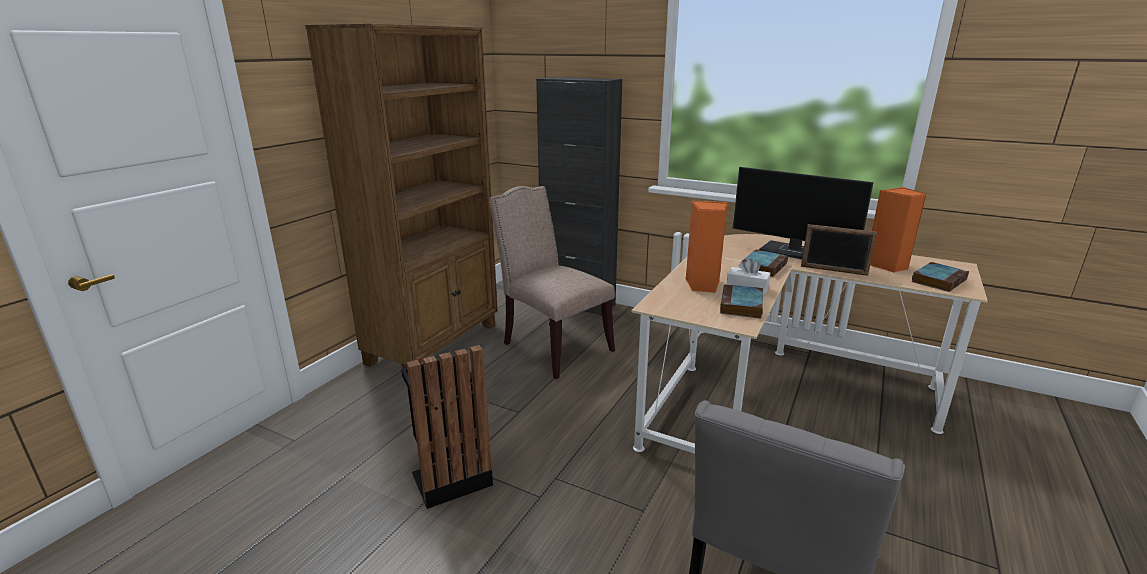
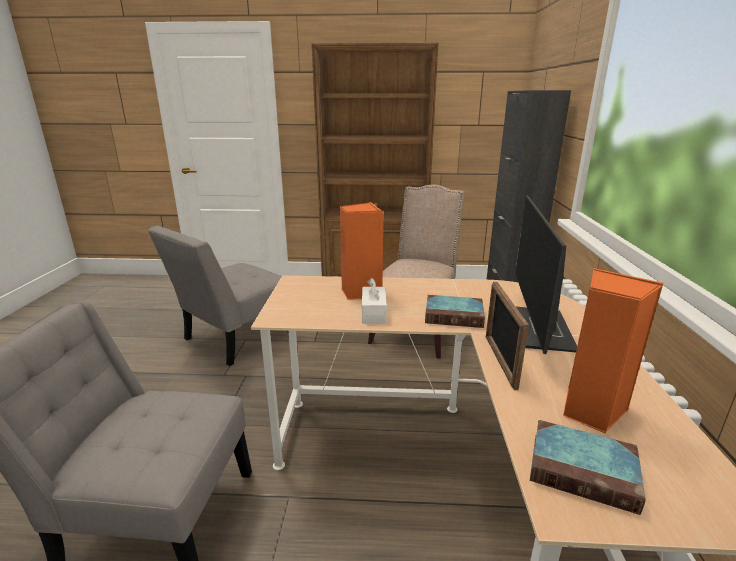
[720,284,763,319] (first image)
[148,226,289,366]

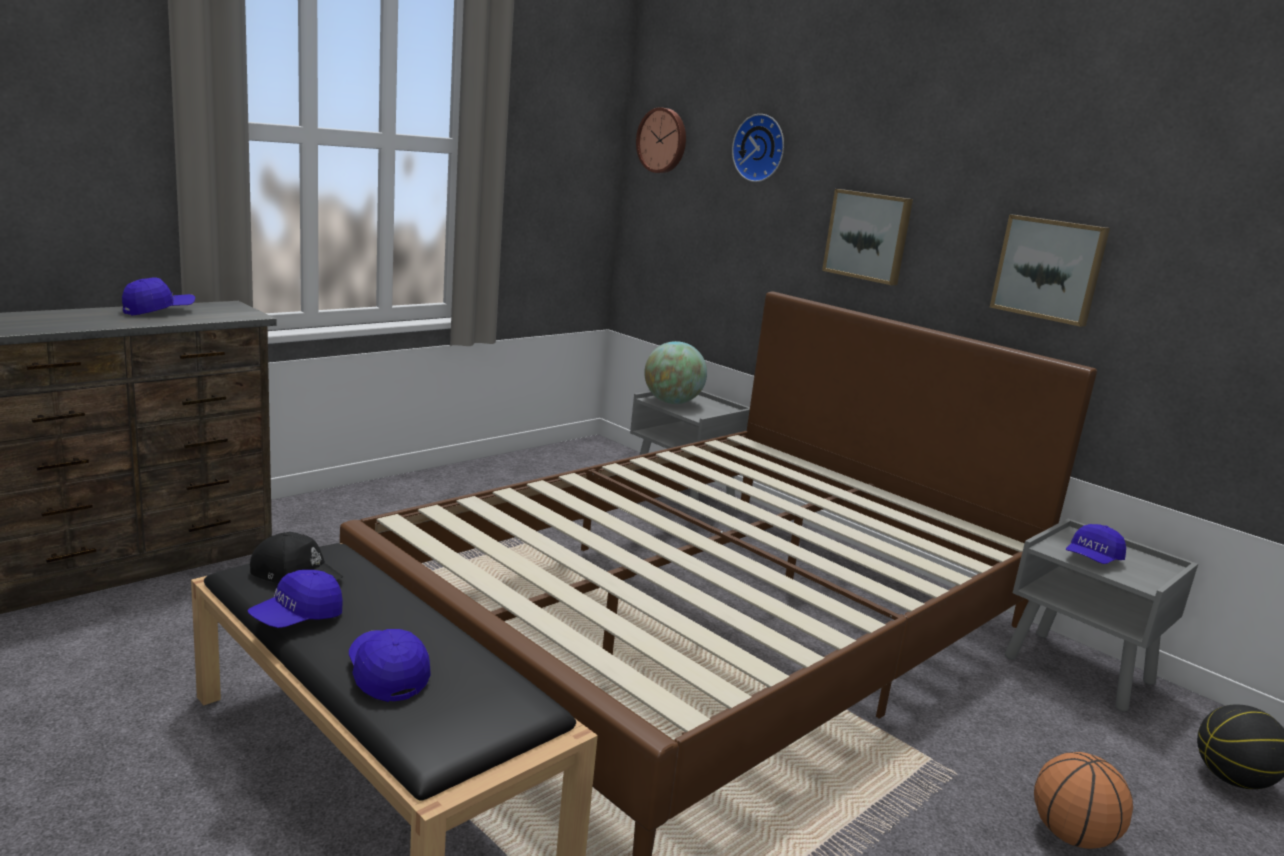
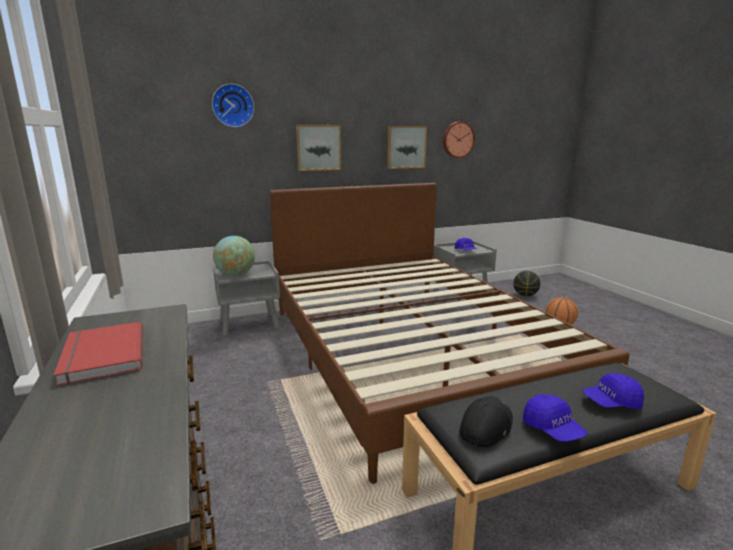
[443,121,475,158]
[53,322,143,386]

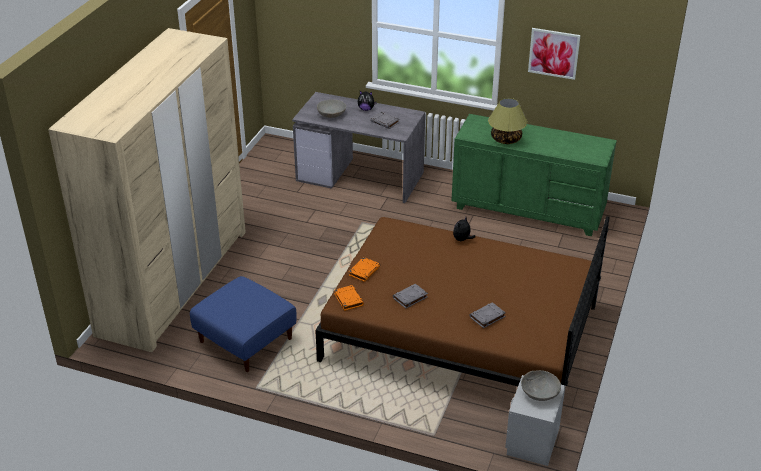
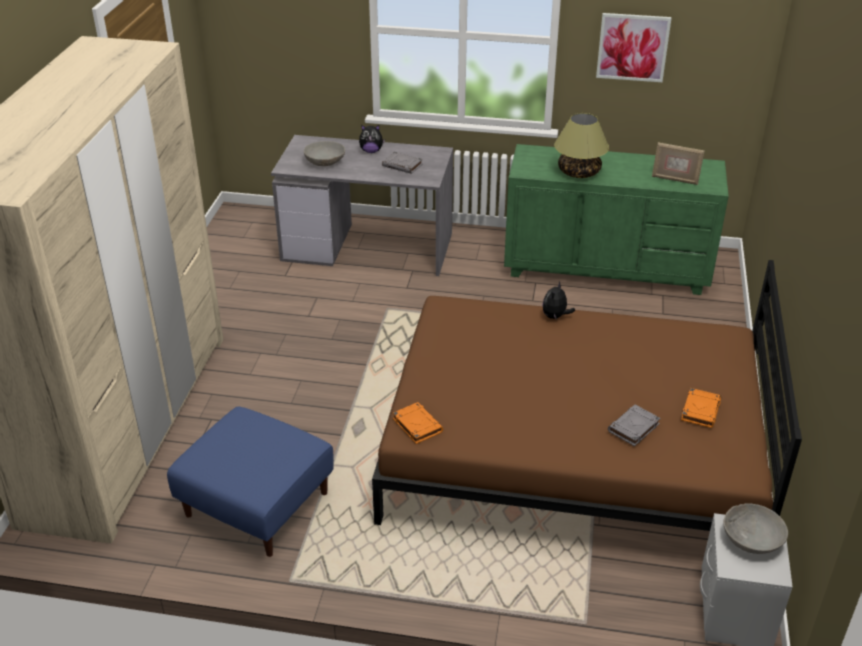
[393,284,428,309] (first image)
[652,142,705,185]
[681,388,721,428]

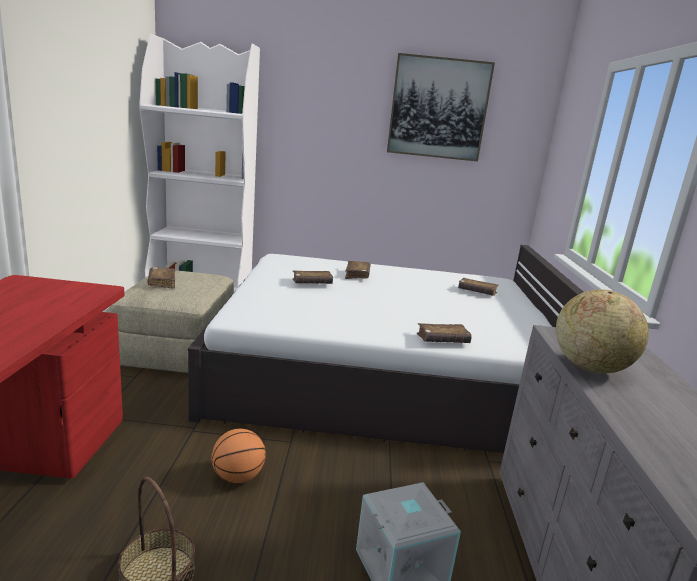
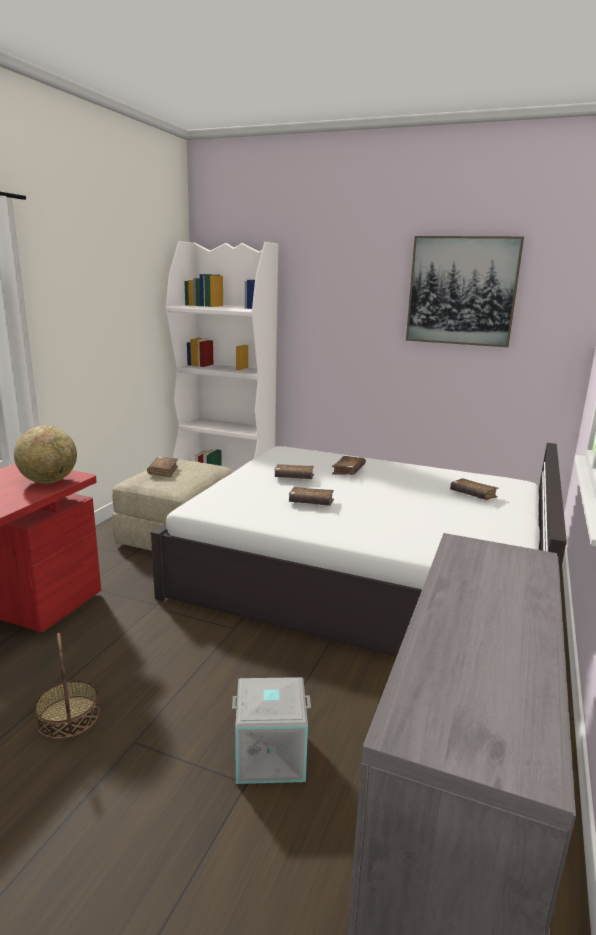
[211,429,266,483] (first image)
[289,487,334,506]
[14,426,77,484]

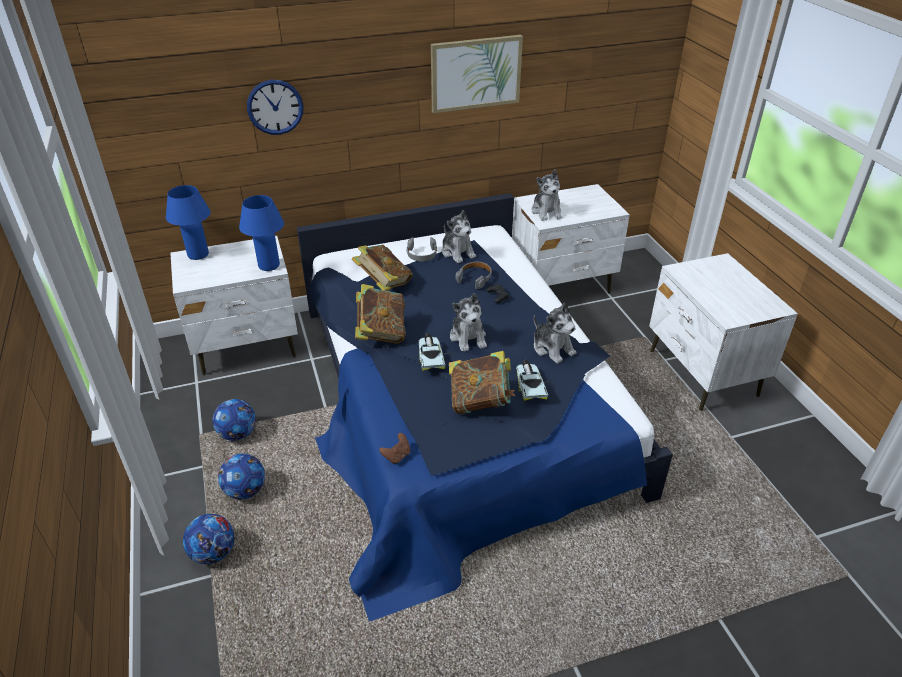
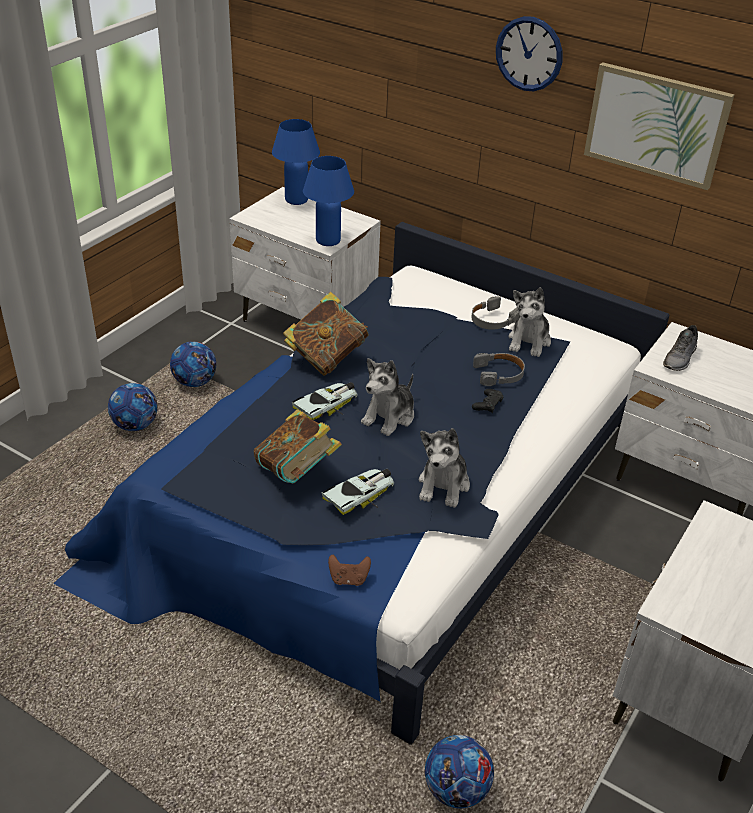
[352,245,413,291] (first image)
[425,735,494,808]
[496,16,563,92]
[328,555,371,586]
[663,325,698,371]

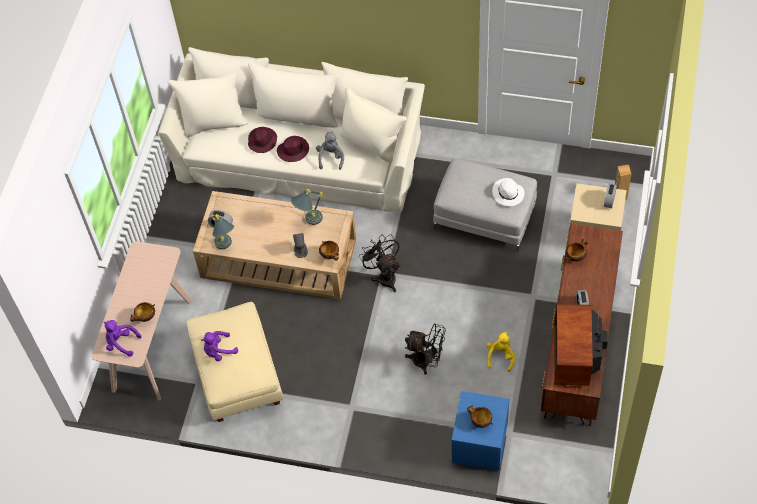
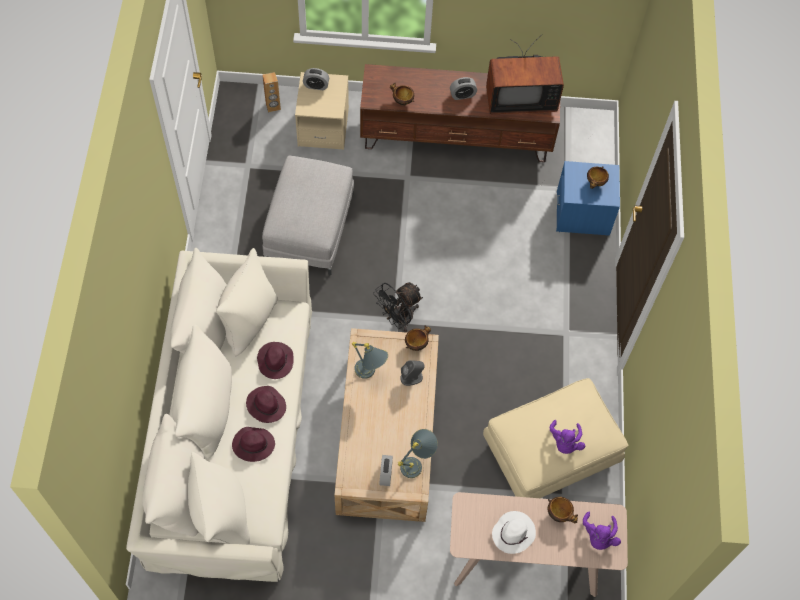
[405,323,446,375] (first image)
[487,332,515,372] (first image)
[492,511,536,554]
[257,342,294,379]
[550,420,585,454]

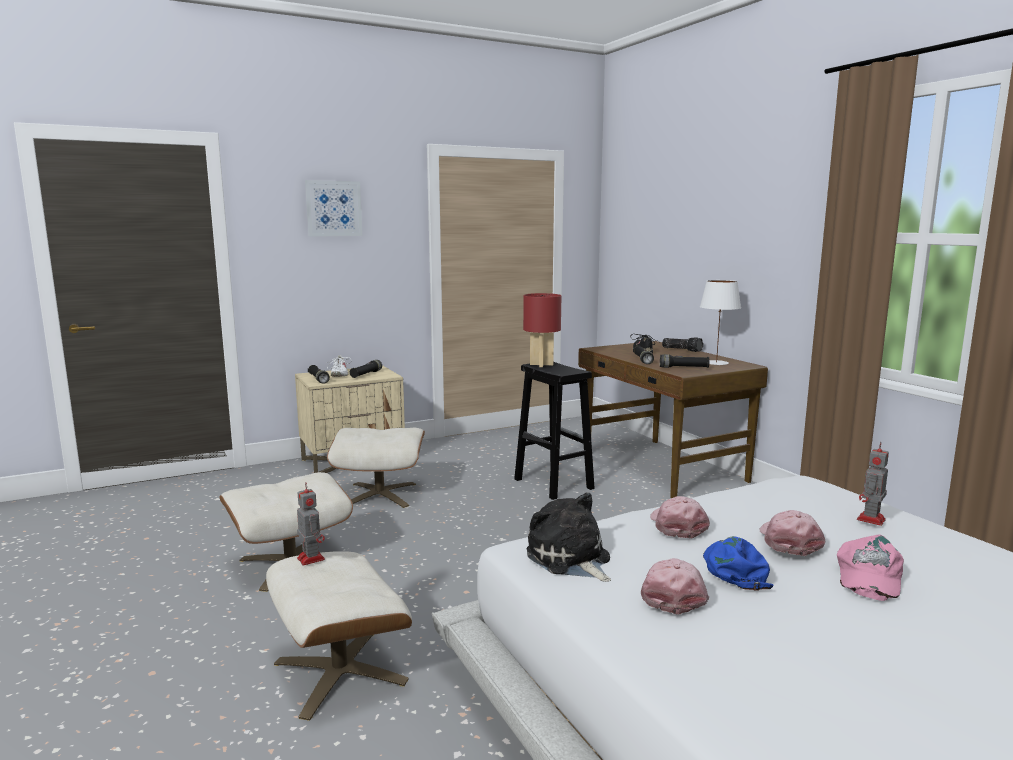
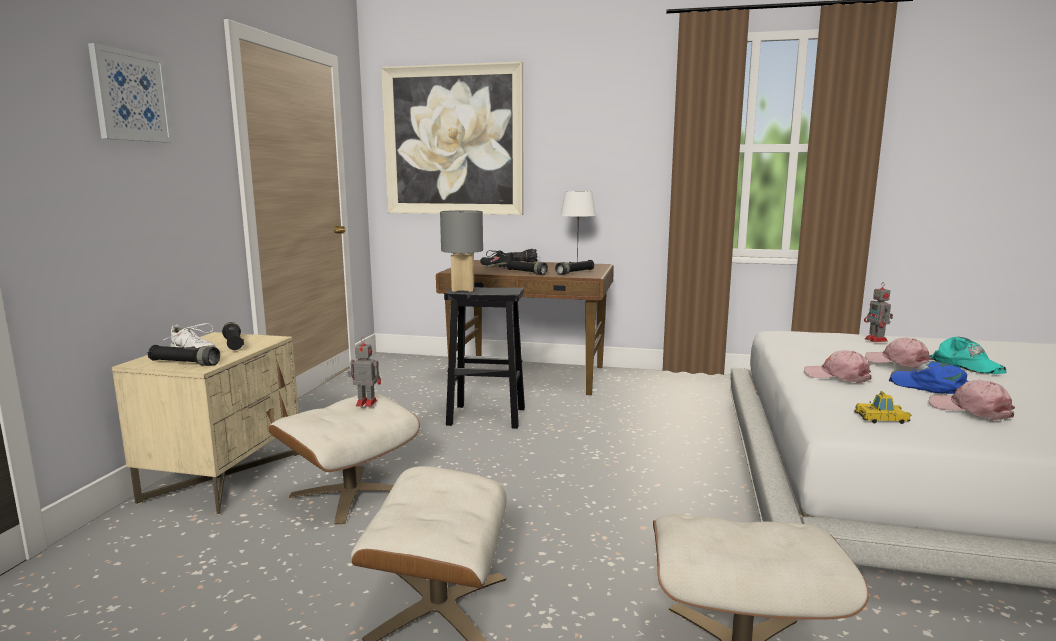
[381,61,523,215]
[348,337,381,407]
[854,391,911,424]
[440,210,483,292]
[929,337,1006,374]

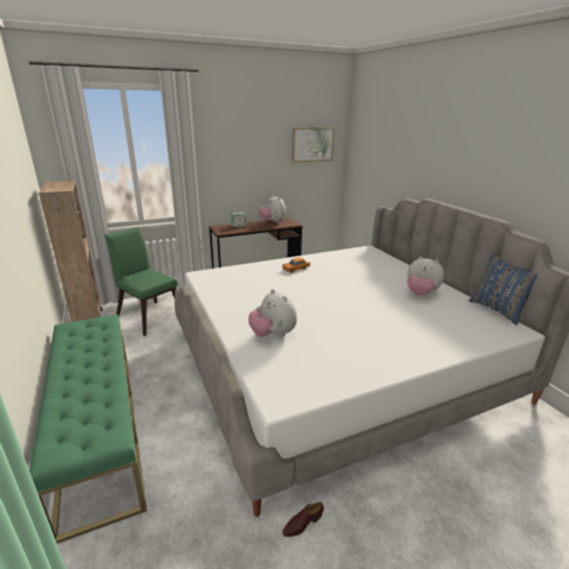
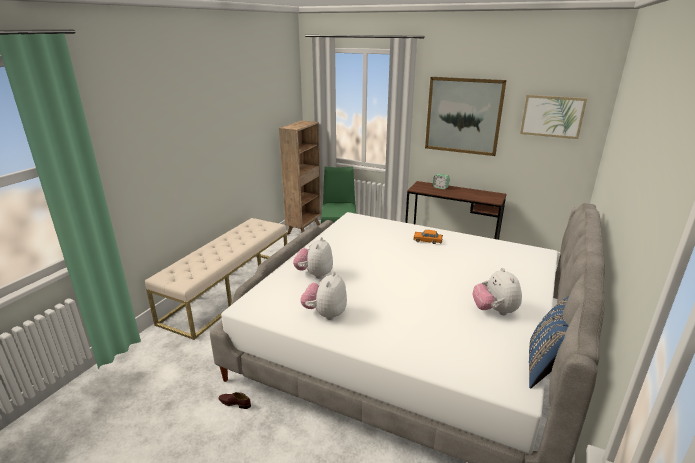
[425,77,507,156]
[300,272,347,320]
[145,218,287,340]

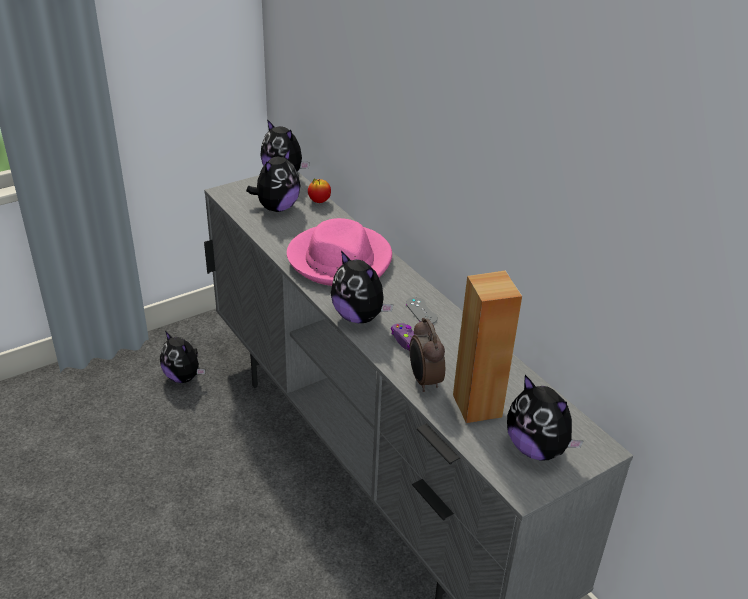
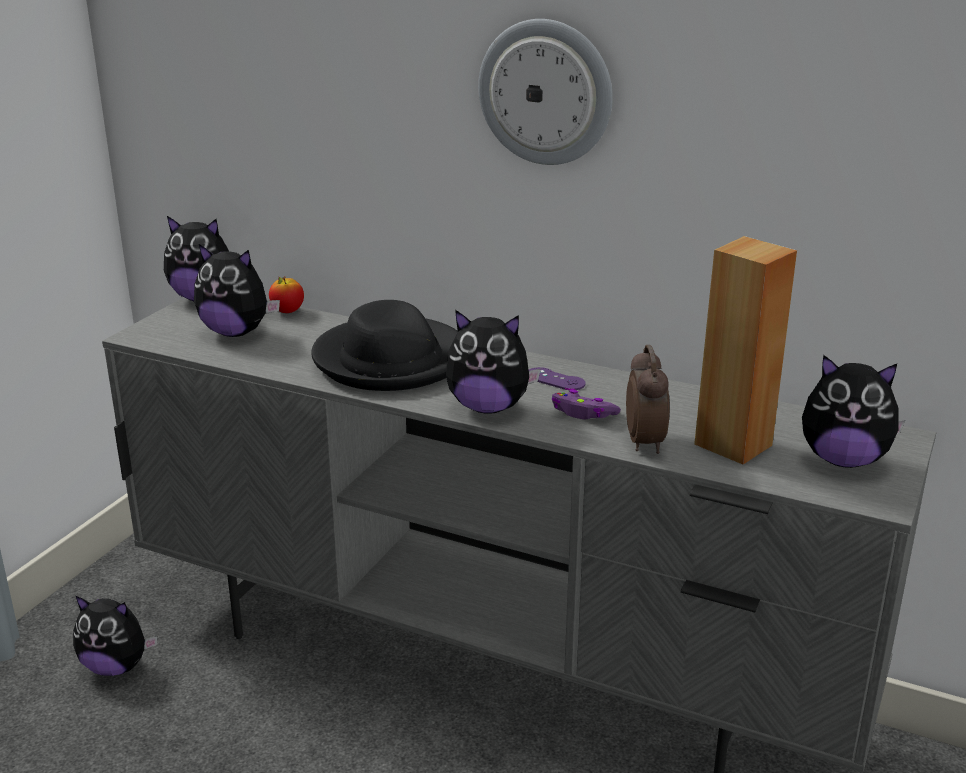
[478,19,613,165]
[311,300,458,391]
[529,367,586,390]
[194,244,280,337]
[626,345,670,454]

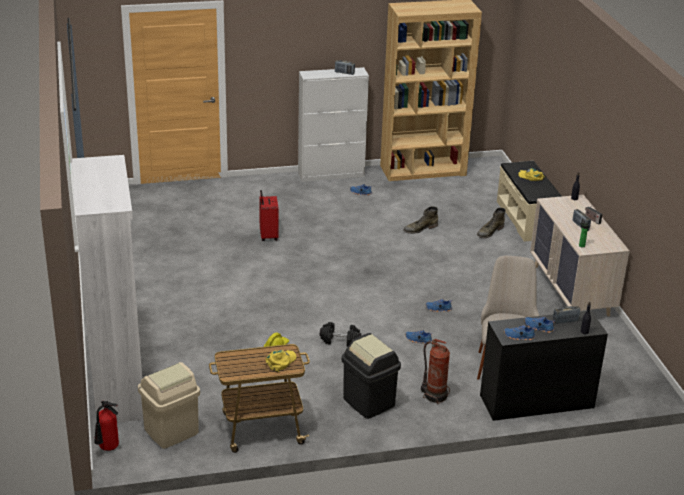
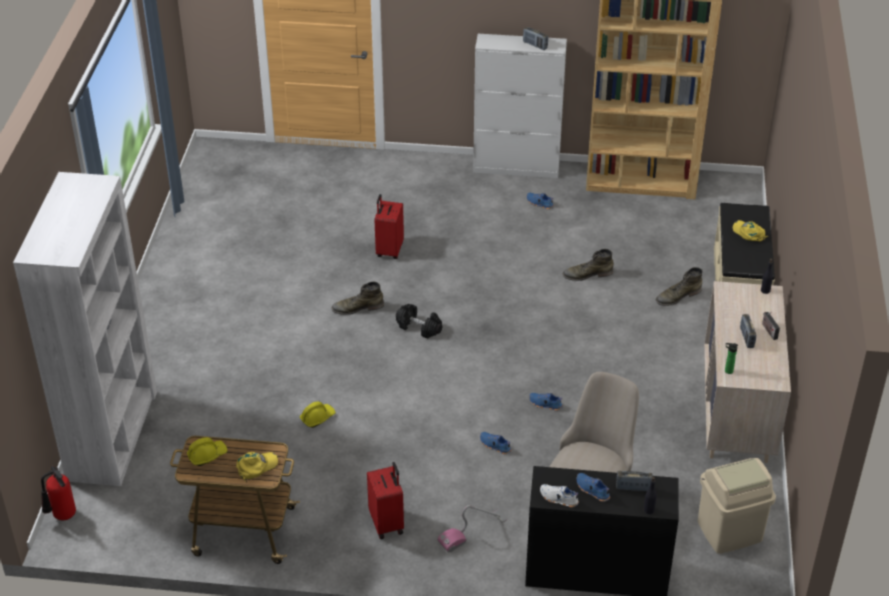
[187,437,228,466]
[332,281,384,315]
[698,458,776,554]
[396,304,443,338]
[367,462,404,539]
[438,505,507,552]
[540,484,579,507]

